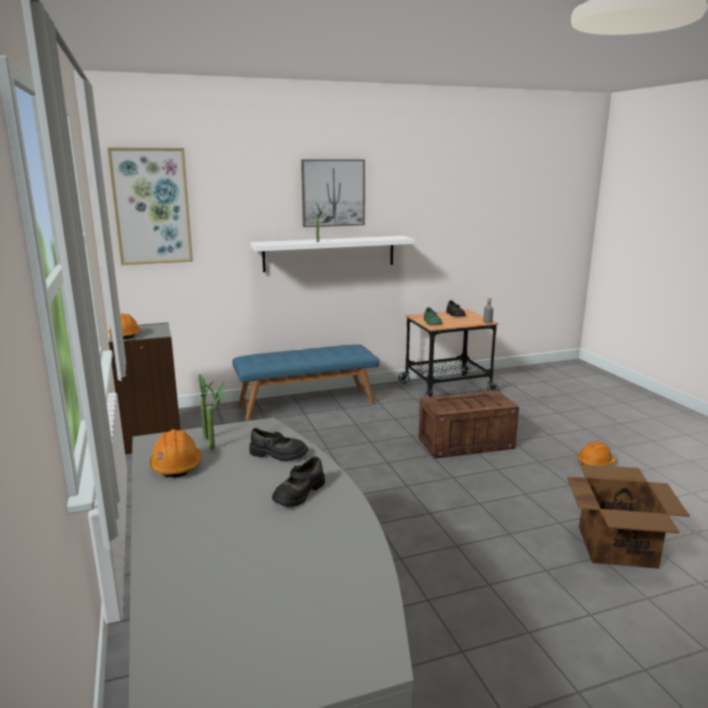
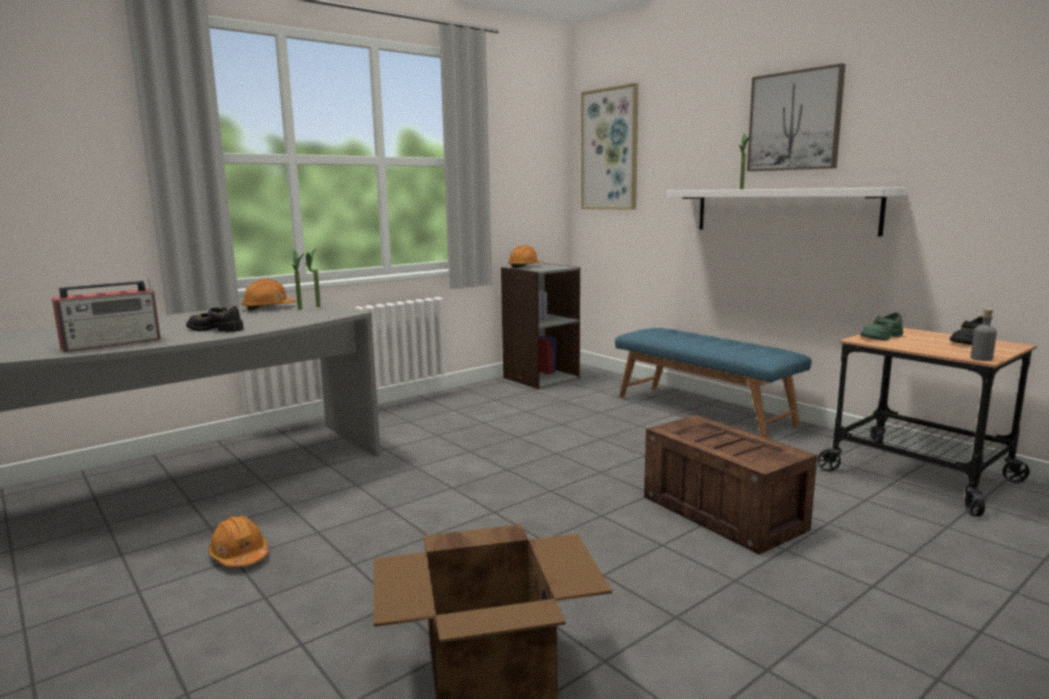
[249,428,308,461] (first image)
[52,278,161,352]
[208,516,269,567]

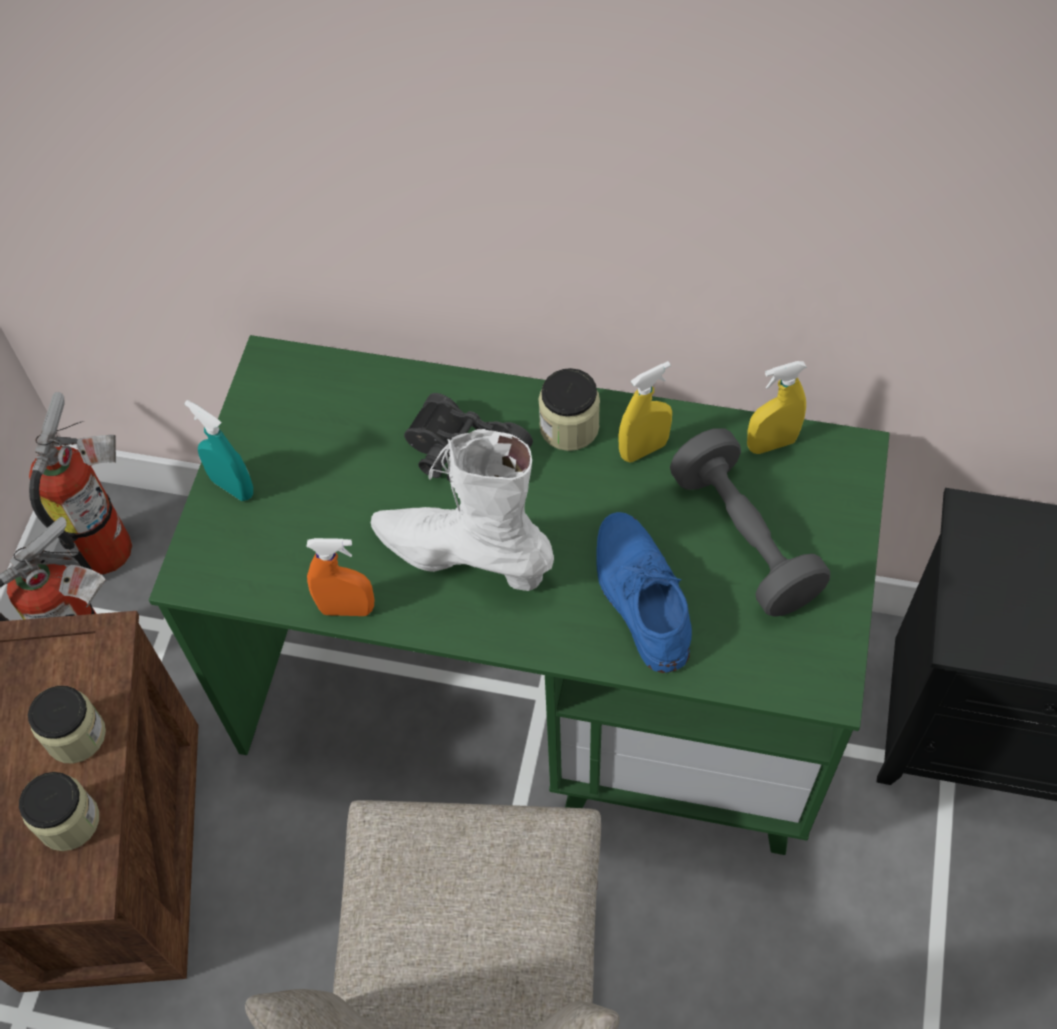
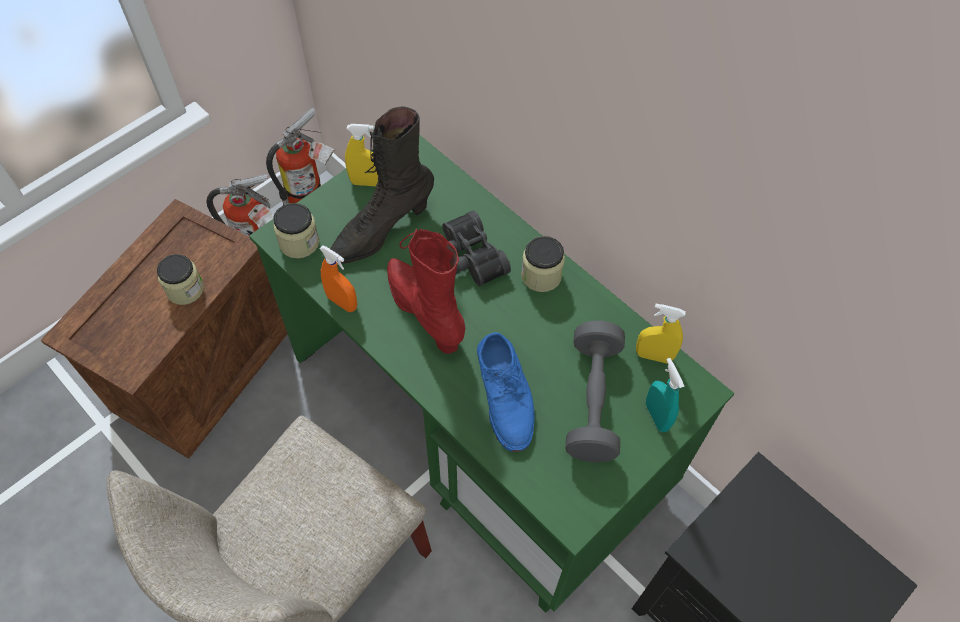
[330,106,434,264]
[273,203,319,259]
[646,358,684,432]
[345,124,378,186]
[387,228,465,354]
[477,332,534,452]

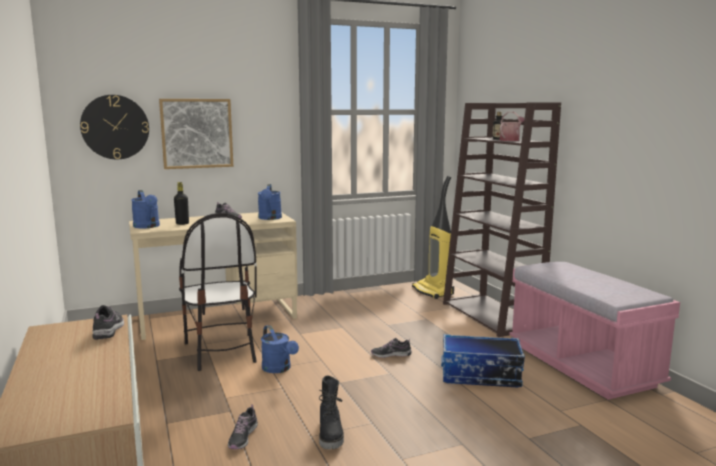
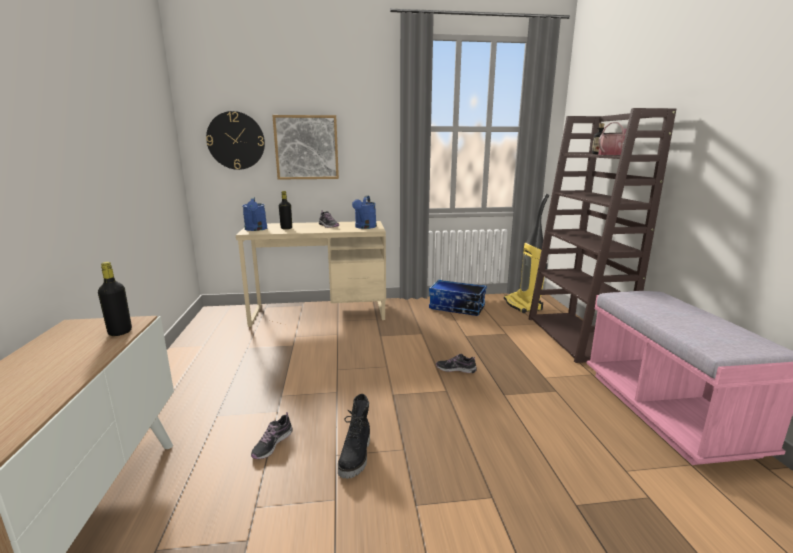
[179,213,257,371] (first image)
[261,325,299,373] (first image)
[429,280,487,316]
[98,262,132,336]

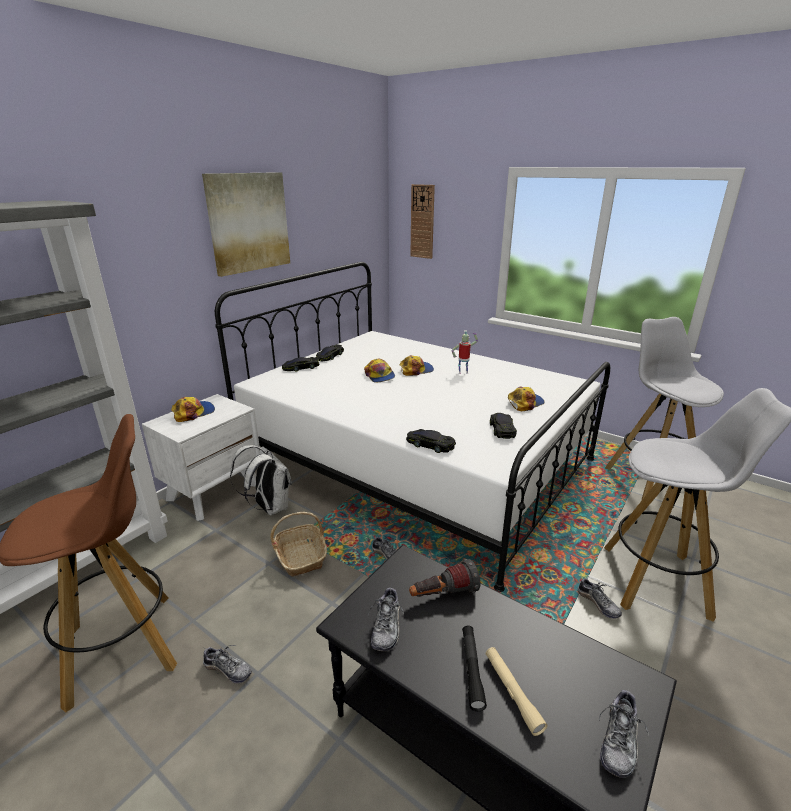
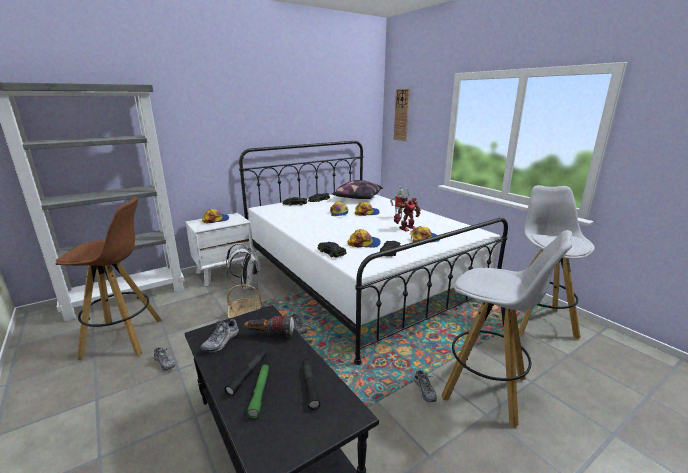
[202,172,290,277] (first image)
[599,689,650,778] (first image)
[302,359,320,410]
[332,180,383,199]
[348,229,381,248]
[394,197,421,231]
[247,364,269,418]

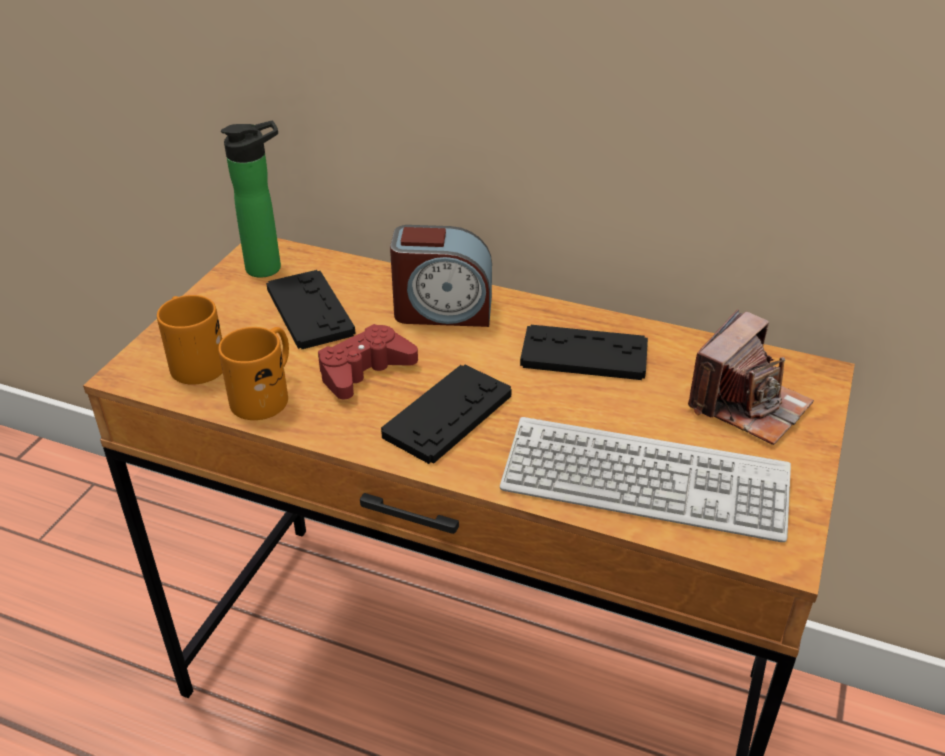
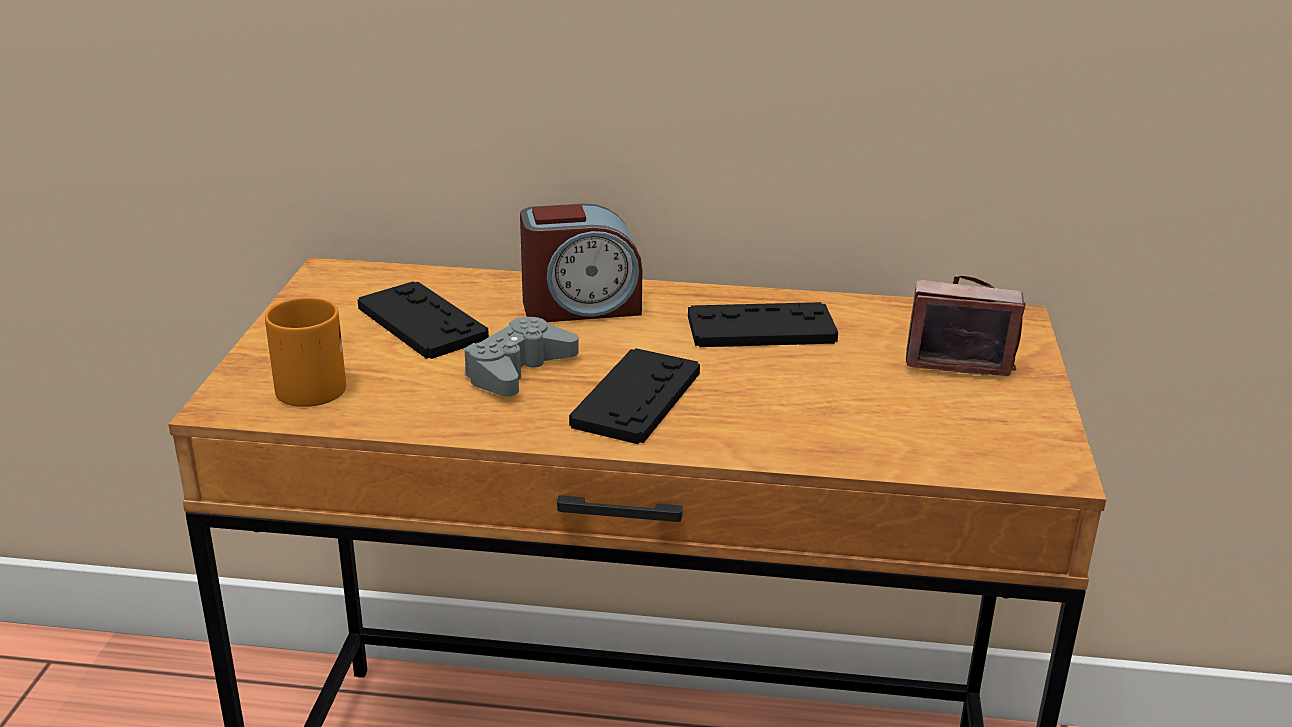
[218,327,289,420] (first image)
[221,121,281,278] (first image)
[500,417,791,542] (first image)
[464,317,579,397]
[906,274,1026,376]

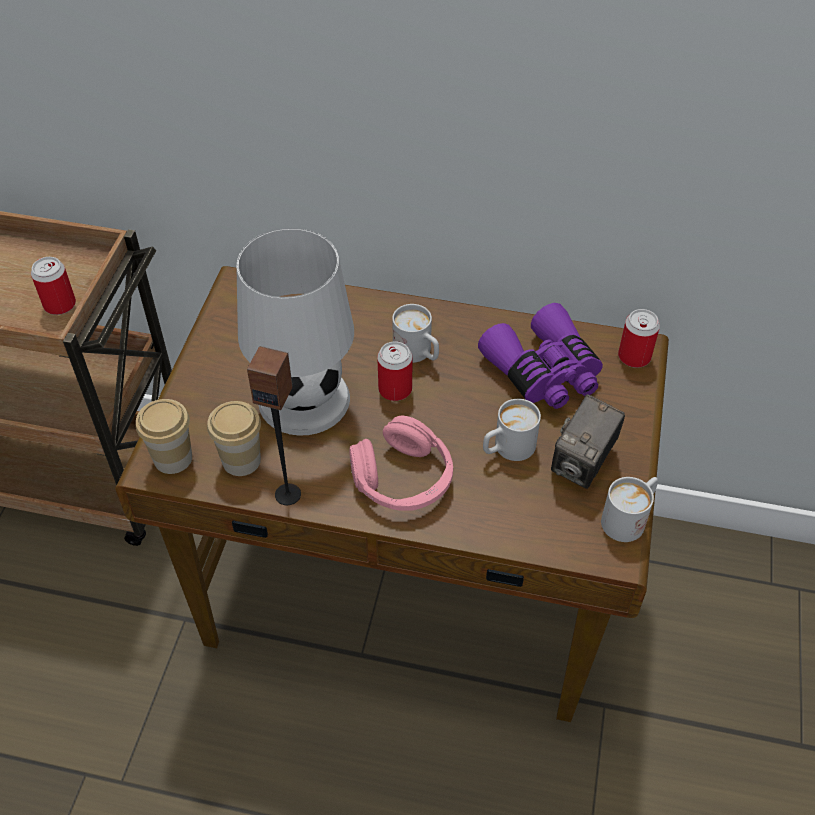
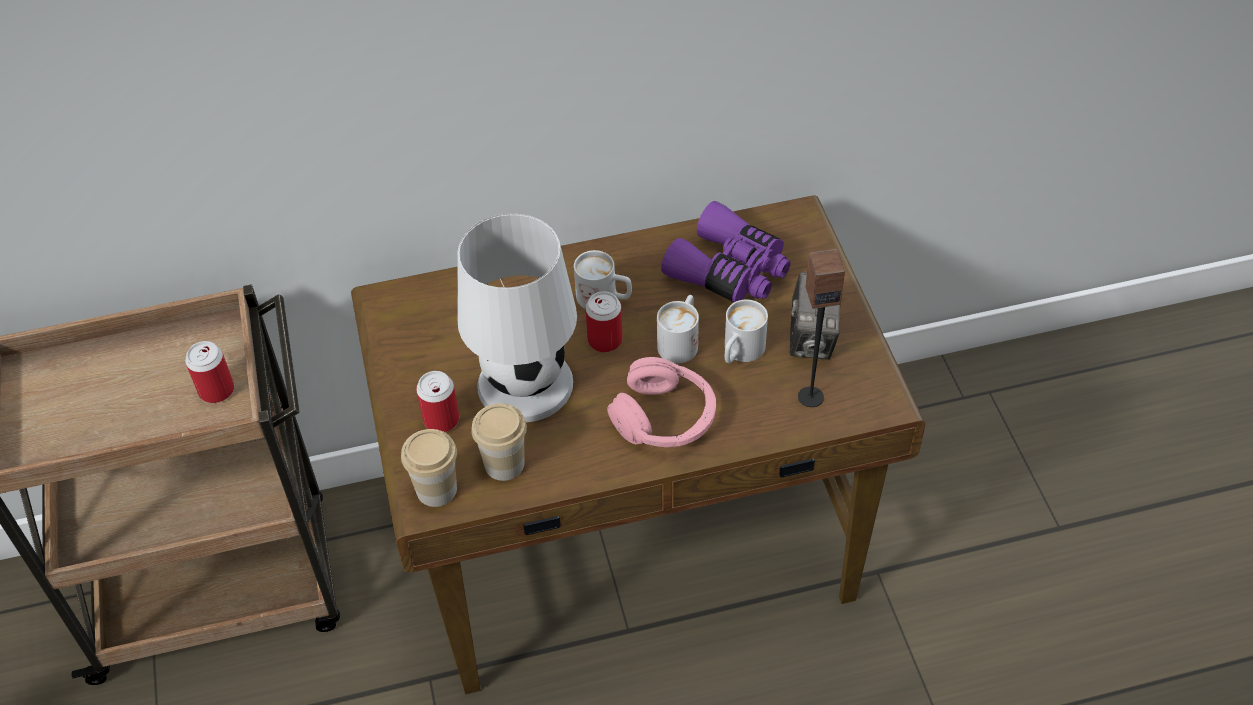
[798,249,845,407]
[657,295,699,363]
[416,371,459,432]

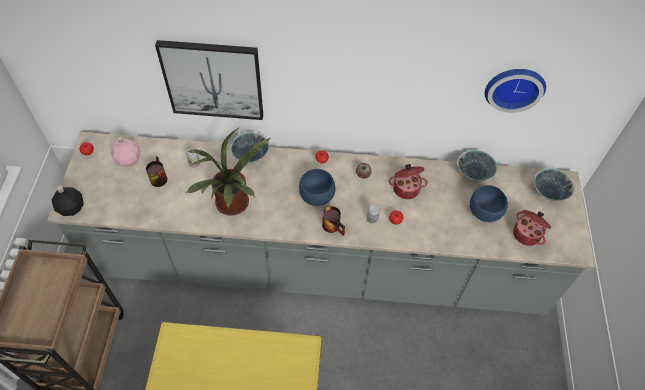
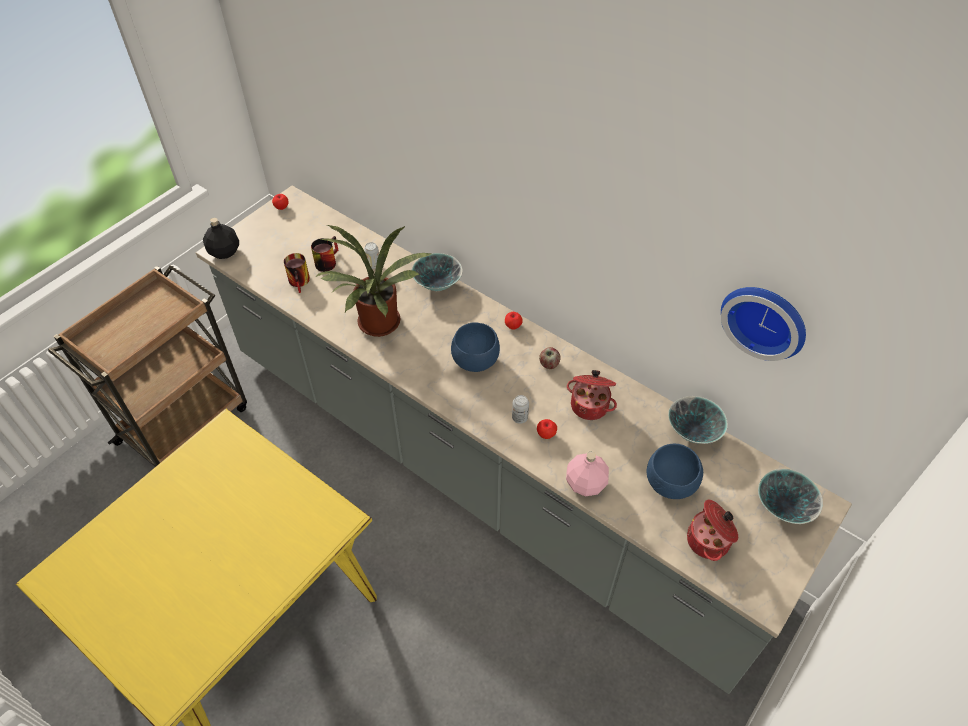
[155,40,263,120] (first image)
[566,452,609,496]
[284,253,310,293]

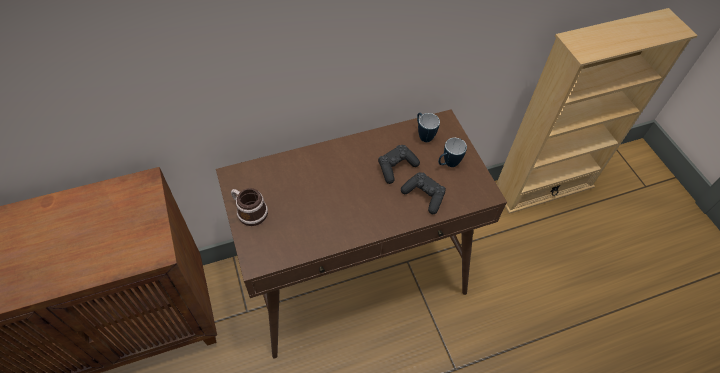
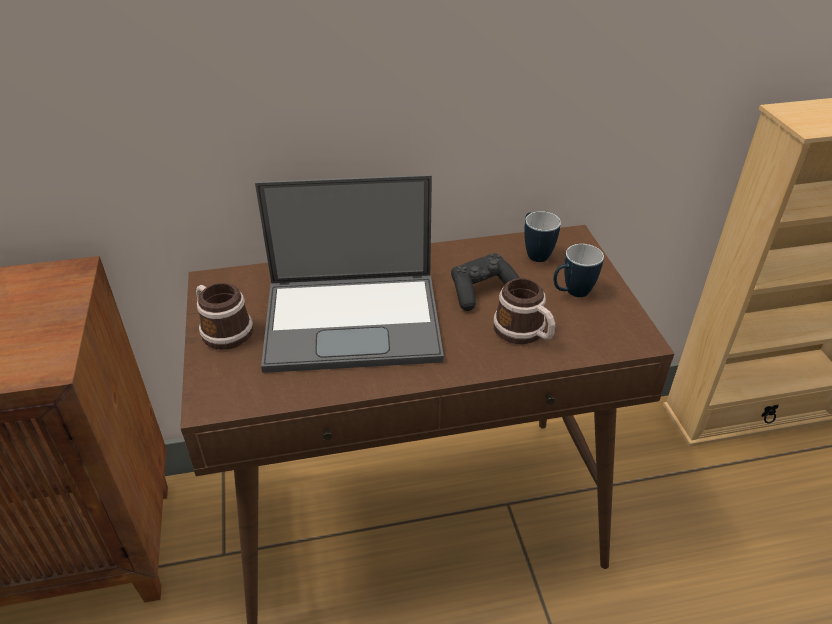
[255,175,444,373]
[494,278,555,344]

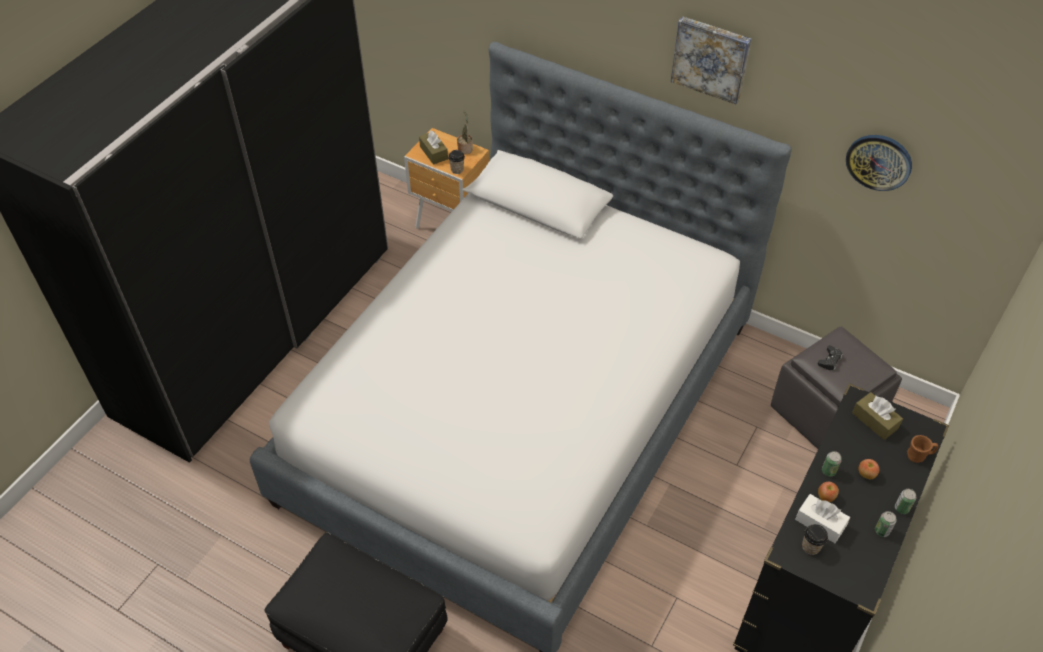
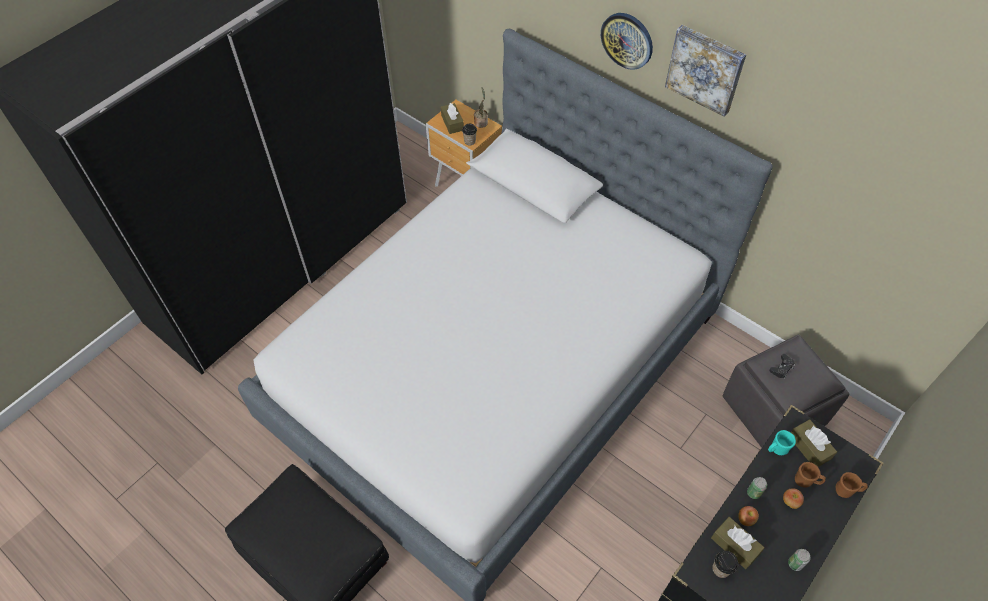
[895,489,916,514] (first image)
[768,430,796,455]
[795,462,826,488]
[601,13,653,70]
[711,517,764,569]

